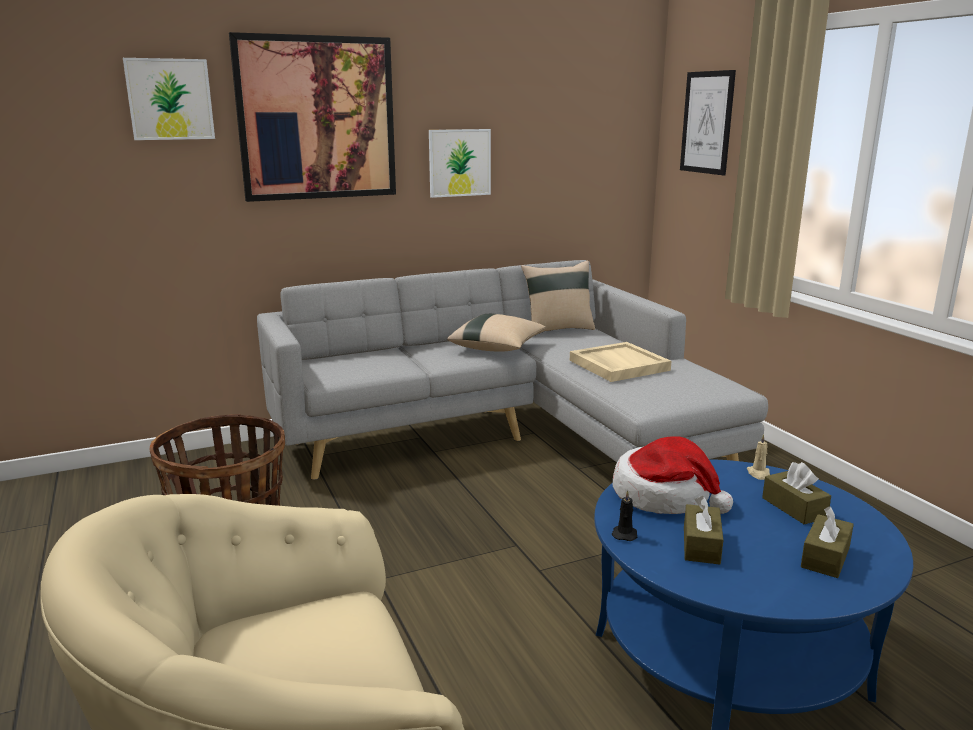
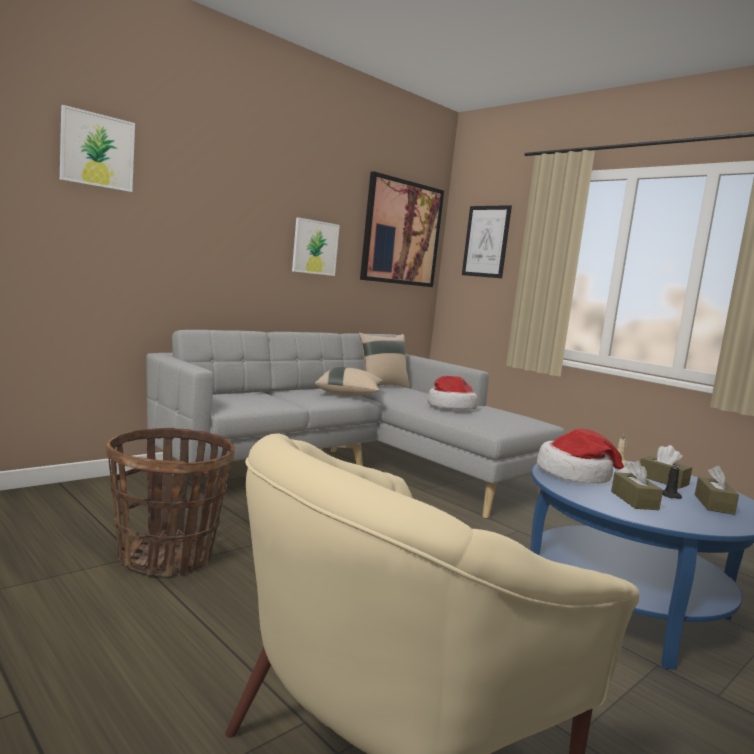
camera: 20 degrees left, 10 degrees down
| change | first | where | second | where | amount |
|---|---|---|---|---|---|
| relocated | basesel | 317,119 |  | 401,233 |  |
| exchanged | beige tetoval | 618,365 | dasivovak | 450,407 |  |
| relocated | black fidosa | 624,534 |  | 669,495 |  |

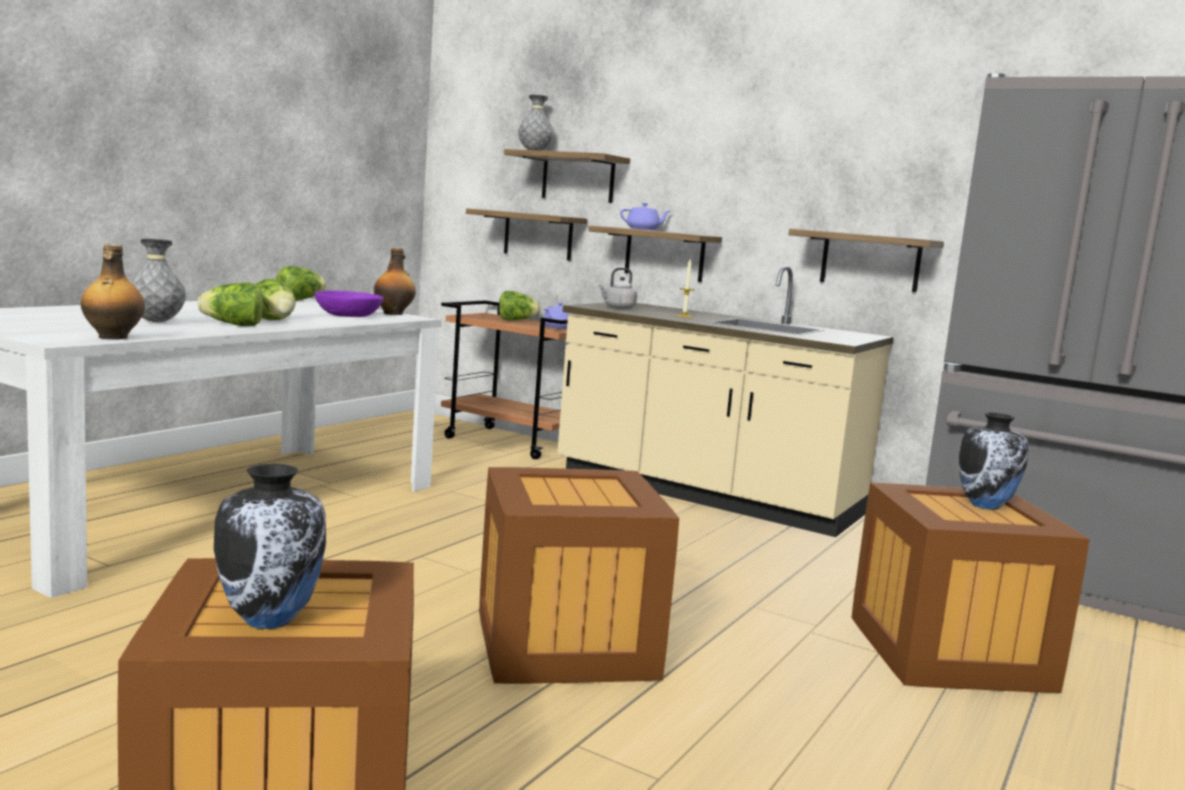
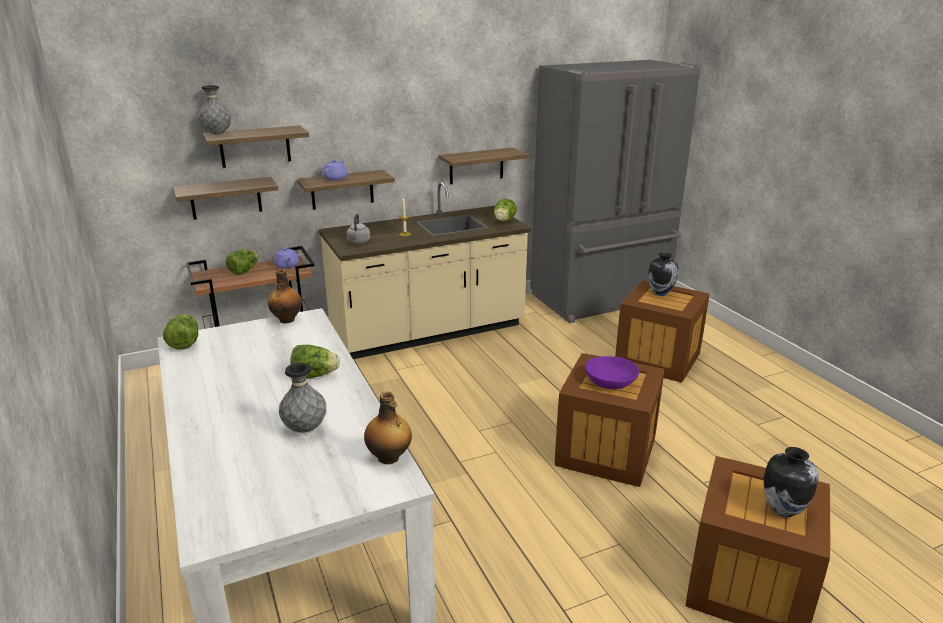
camera: 55 degrees left, 15 degrees up
| change | first | where | second | where | amount |
|---|---|---|---|---|---|
| relocated | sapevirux | 233,325 |  | 504,221 |  |
| relocated | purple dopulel | 348,316 |  | 610,382 |  |

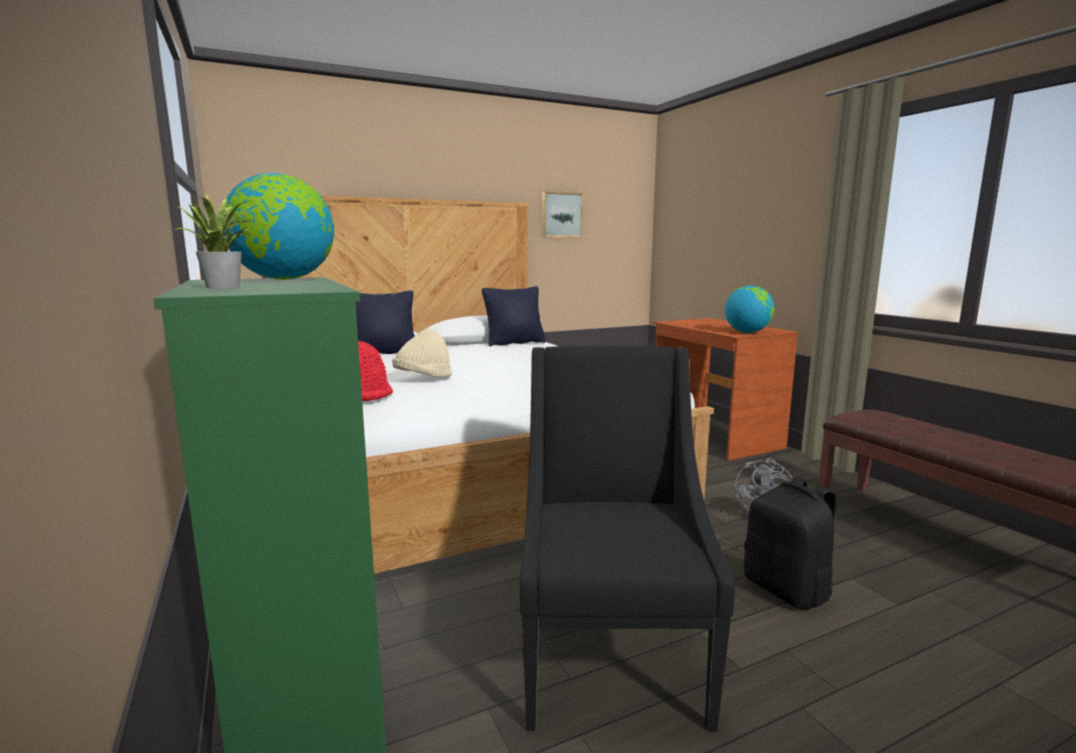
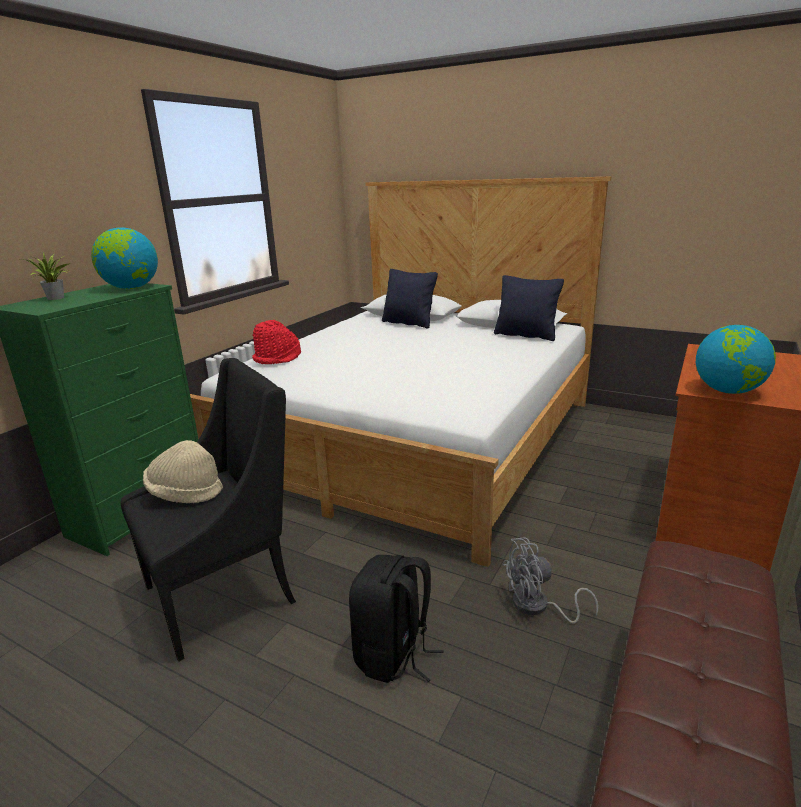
camera: 55 degrees right, 10 degrees up
| change | first | where | second | where | amount |
|---|---|---|---|---|---|
| relocated | beige dasivovak | 423,378 |  | 185,493 |  |
| missing | basesel | 561,215 |  |  |  |

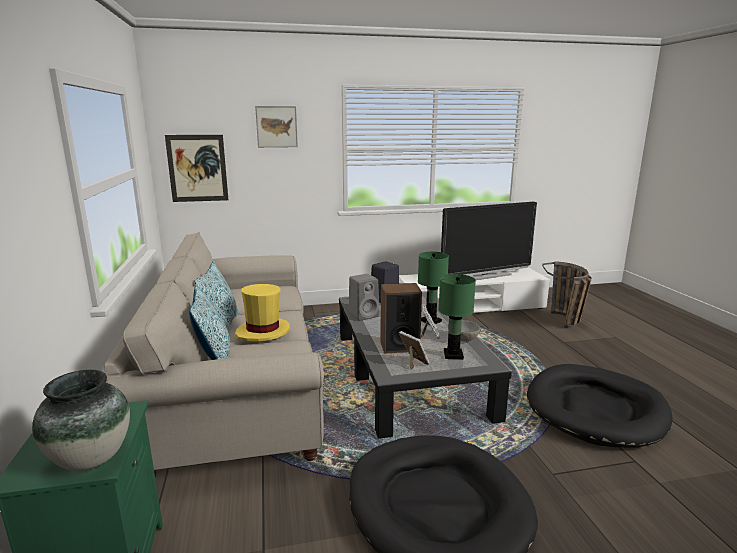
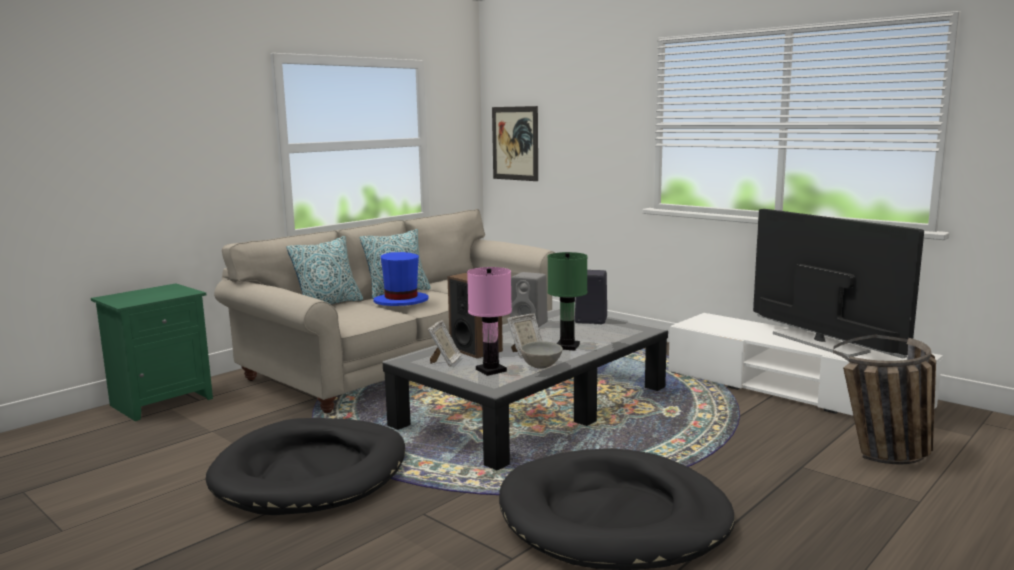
camera: 55 degrees right, 5 degrees down
| change | first | where | second | where | amount |
|---|---|---|---|---|---|
| colour | yellow dasivovak | 263,332 | blue dasivovak | 400,301 |  |
| colour | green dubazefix | 453,355 | pink dubazefix | 491,370 |  |
| spun | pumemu | 484,275 |  | 819,342 | 150 degrees counterclockwise |
| missing | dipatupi | 90,459 |  |  |  |
| missing | basesel | 276,126 |  |  |  |

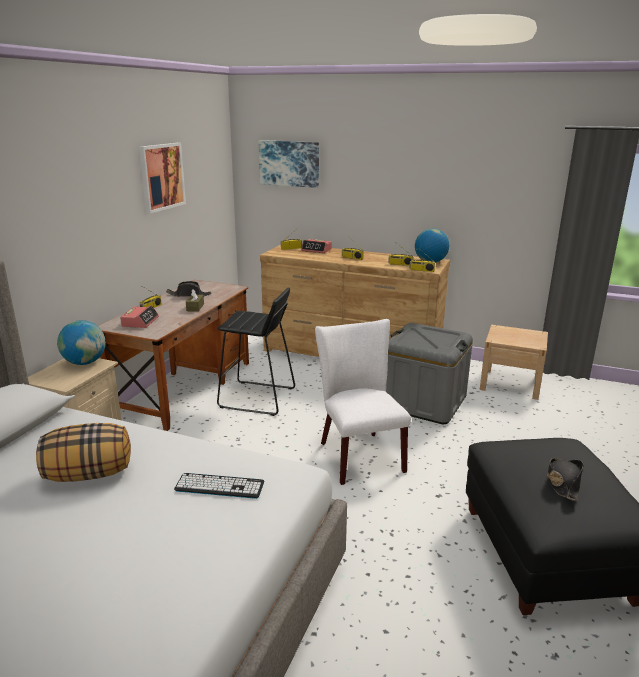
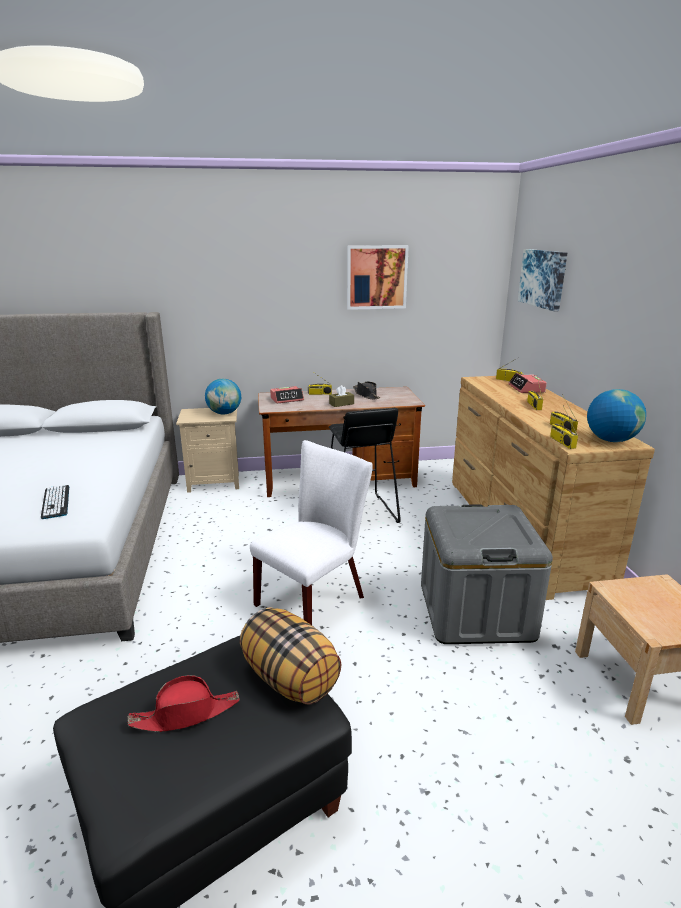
camera: 60 degrees right, 0 degrees up
| change | first | where | second | where | amount |
|---|---|---|---|---|---|
| colour | black dasivovak | 562,482 | red dasivovak | 186,714 |  |
| relocated | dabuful | 89,474 |  | 291,678 |  |

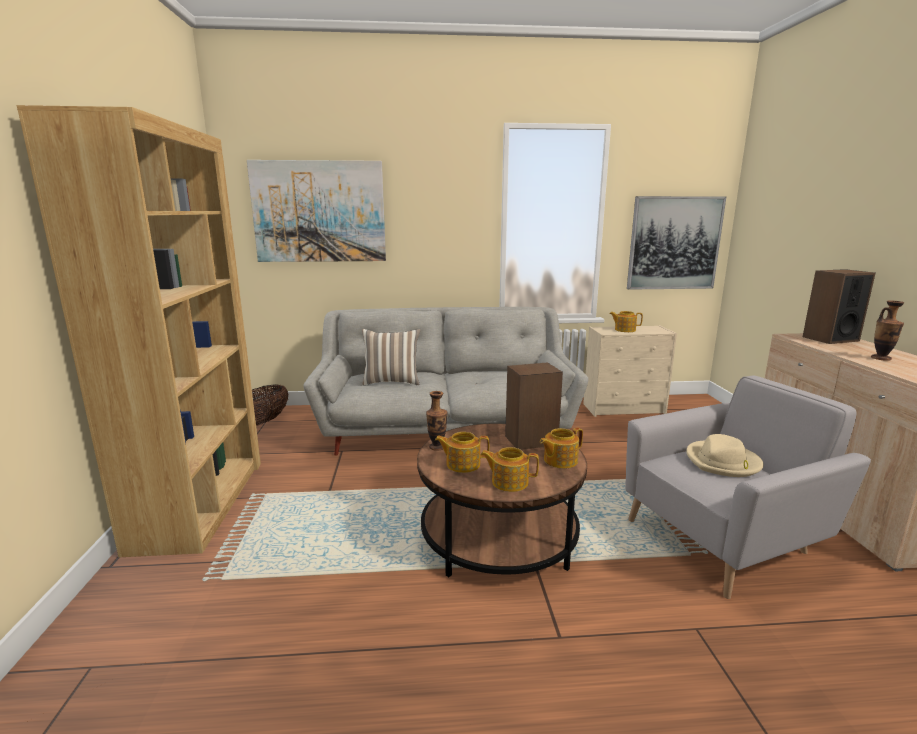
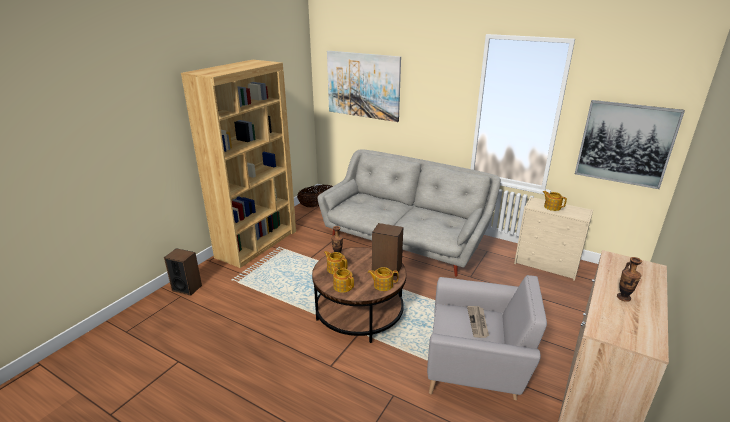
camera: 35 degrees right, 10 degrees up
| change | first | where | second | where | amount |
|---|---|---|---|---|---|
| relocated | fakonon | 830,339 |  | 187,288 |  |
| exchanged | beige dasivovak | 723,462 | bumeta | 478,322 |  |
| missing | dabuful | 392,381 |  |  |  |

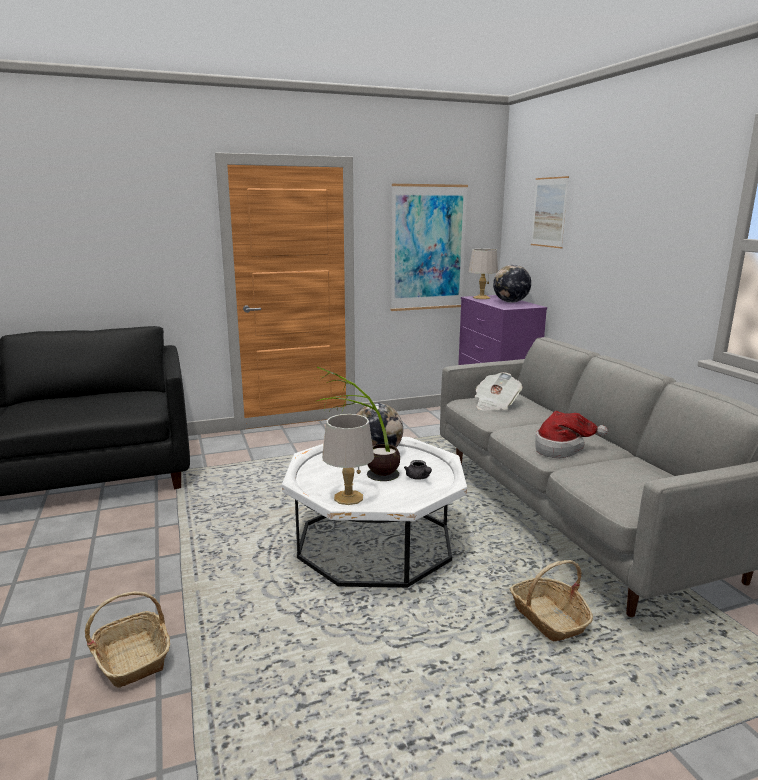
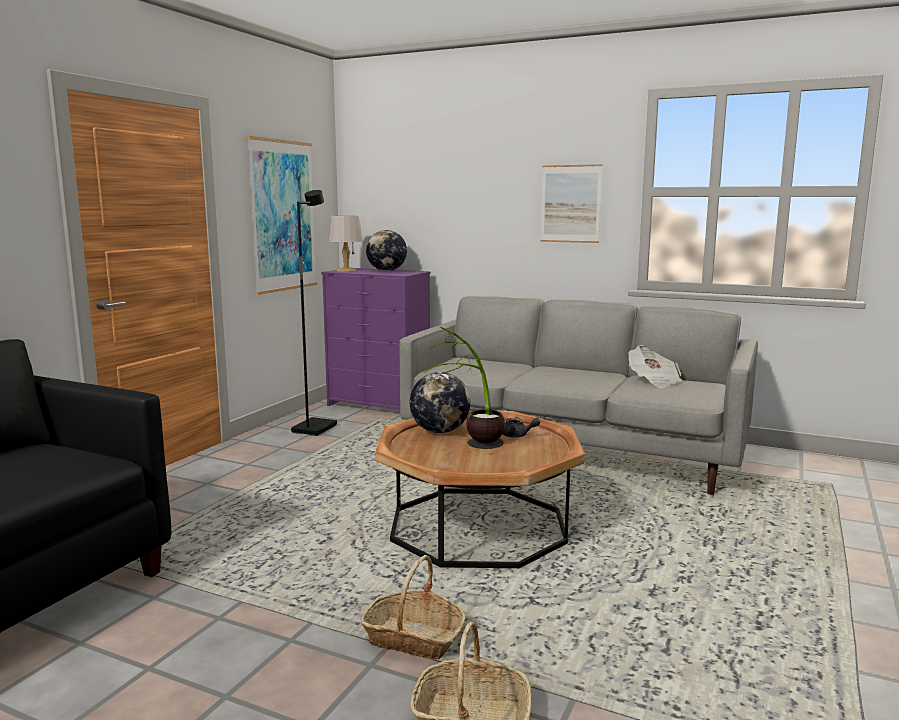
camera: 45 degrees left, 5 degrees down
| change | first | where | second | where | amount |
|---|---|---|---|---|---|
| appeared |  |  | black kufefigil | 314,428 |  |
| relocated | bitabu | 549,618 |  | 414,638 |  |
| colour | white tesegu | 375,542 | brown tesegu | 478,526 |  |
| relocated | basesel | 549,212 |  | 570,204 |  |
| relocated | bumeta | 495,404 |  | 653,381 |  |
| missing | grey dubazefix | 348,497 |  |  |  |
| missing | dasivovak | 561,449 |  |  |  |

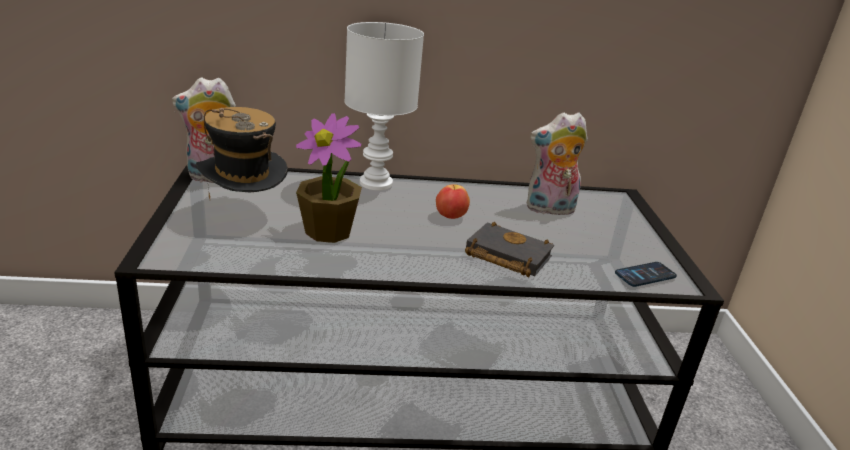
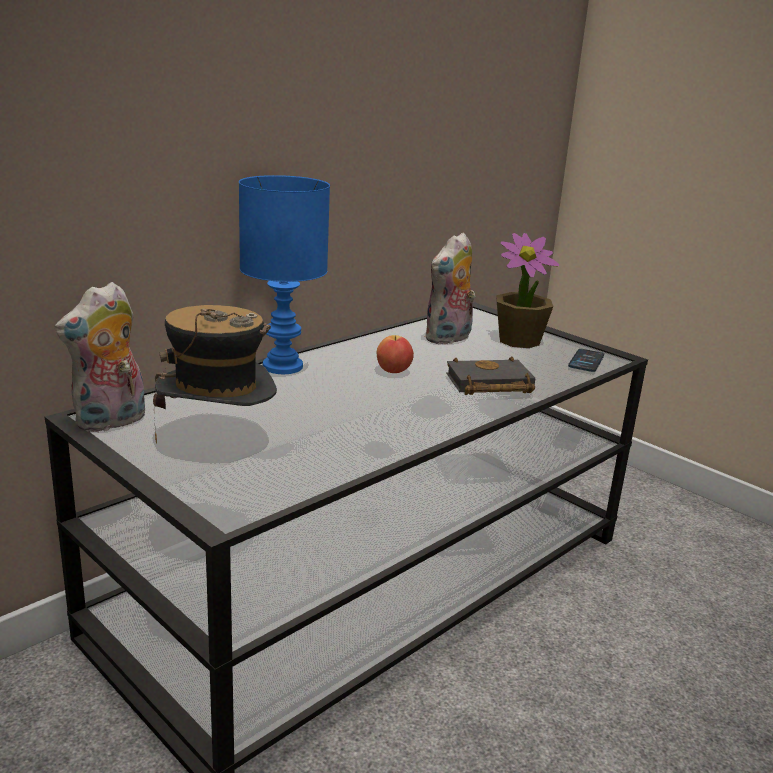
camera: 40 degrees left, 5 degrees down
| change | first | where | second | where | amount |
|---|---|---|---|---|---|
| colour | white dubazefix | 374,183 | blue dubazefix | 281,367 |  |
| relocated | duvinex | 329,231 |  | 519,340 |  |

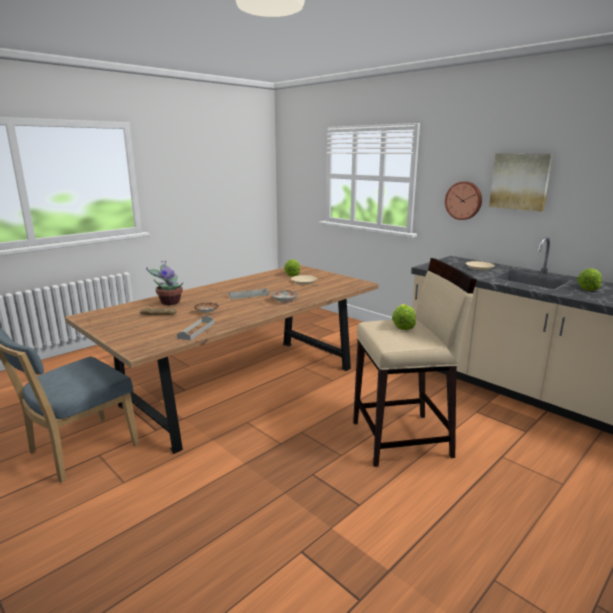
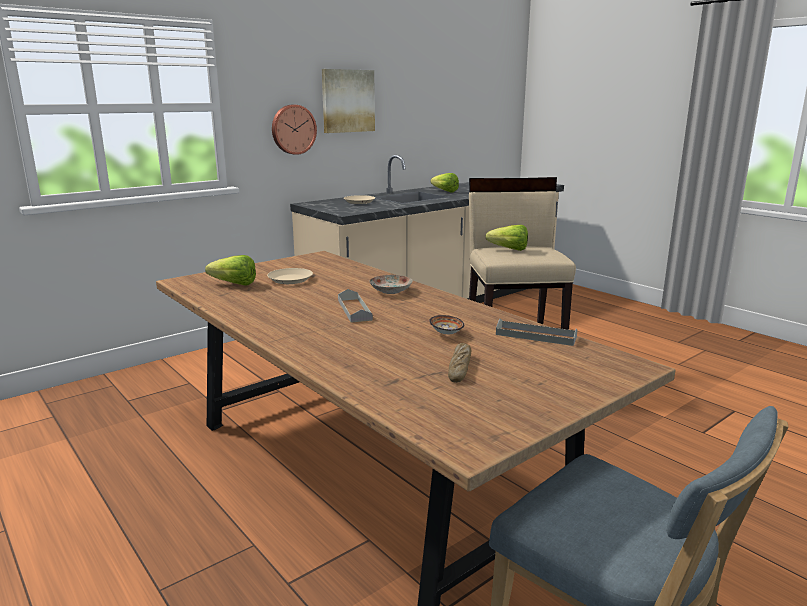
camera: 85 degrees left, 0 degrees up
| change | first | where | second | where | amount |
|---|---|---|---|---|---|
| missing | duvinex | 169,302 |  |  |  |

